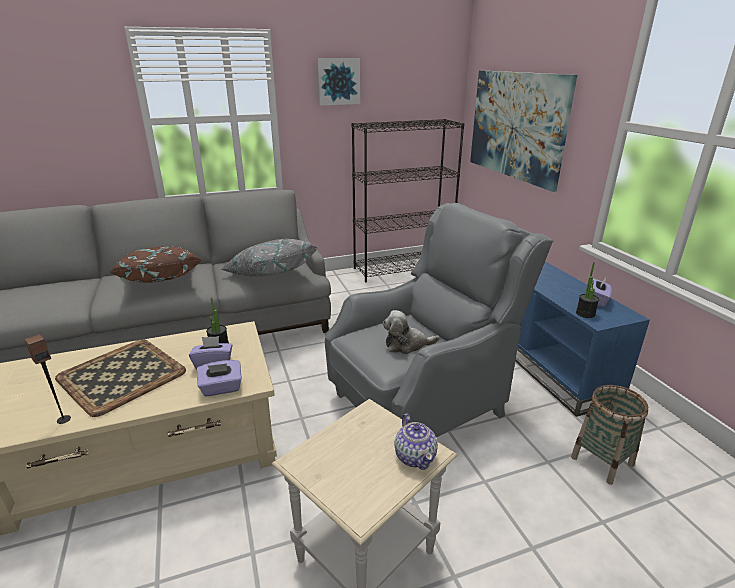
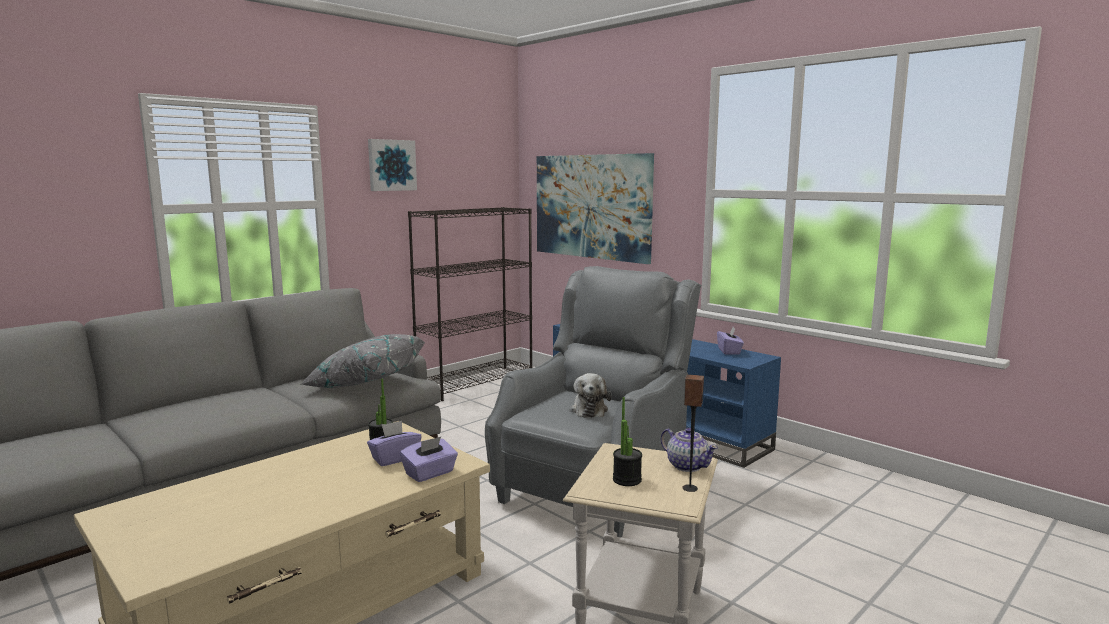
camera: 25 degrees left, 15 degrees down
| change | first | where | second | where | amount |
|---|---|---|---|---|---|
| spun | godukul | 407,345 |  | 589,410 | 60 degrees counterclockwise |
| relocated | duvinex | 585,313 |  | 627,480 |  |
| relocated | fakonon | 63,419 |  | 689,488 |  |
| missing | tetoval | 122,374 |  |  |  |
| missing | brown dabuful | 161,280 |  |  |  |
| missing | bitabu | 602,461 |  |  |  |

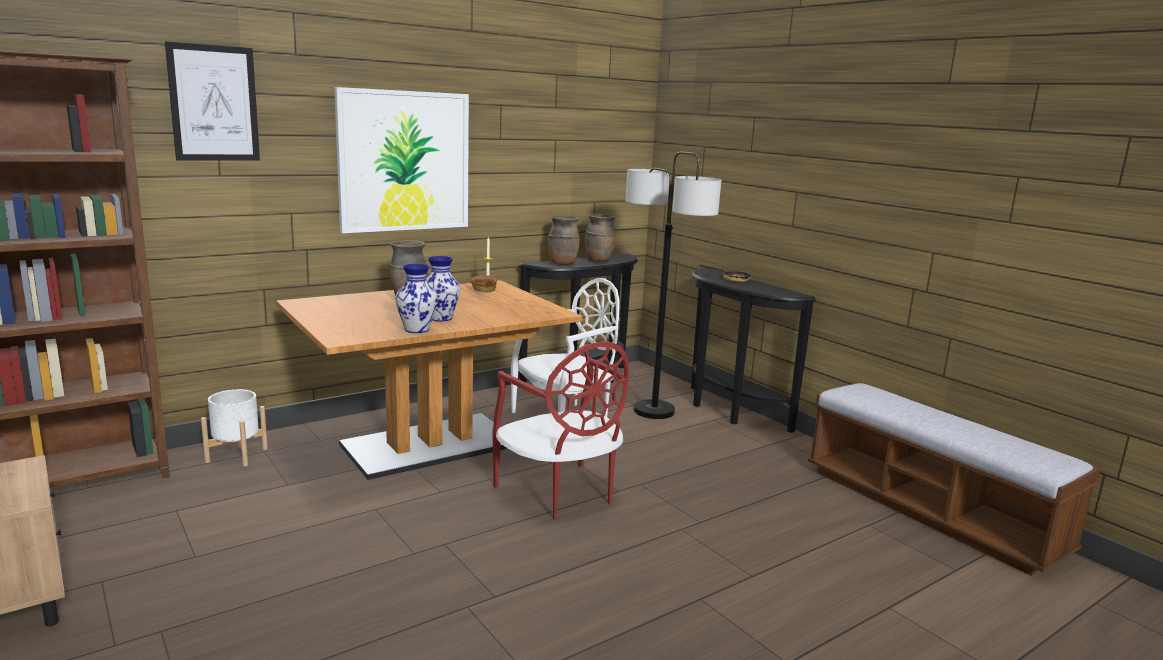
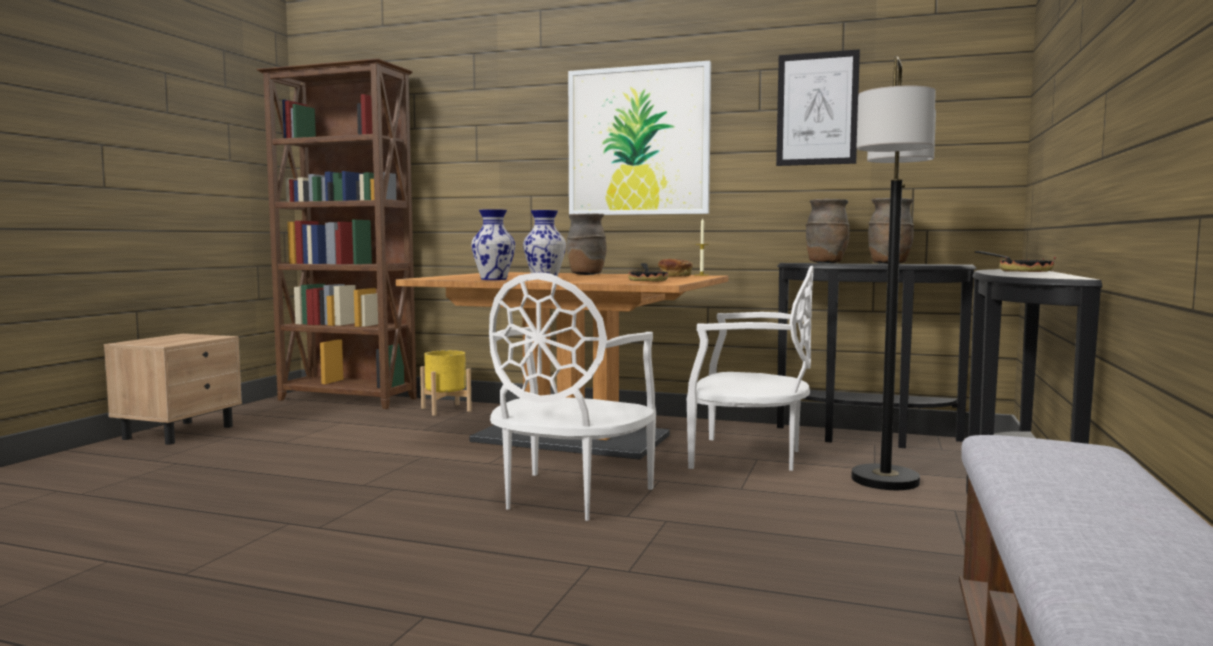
camera: 55 degrees right, 10 degrees down
| change | first | where | second | where | amount |
|---|---|---|---|---|---|
| colour | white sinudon | 237,455 | yellow sinudon | 446,409 |  |
| colour | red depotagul | 560,493 | white depotagul | 568,497 |  |
| appeared |  |  | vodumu | 648,281 |  |
| relocated | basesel | 214,103 |  | 817,109 |  |

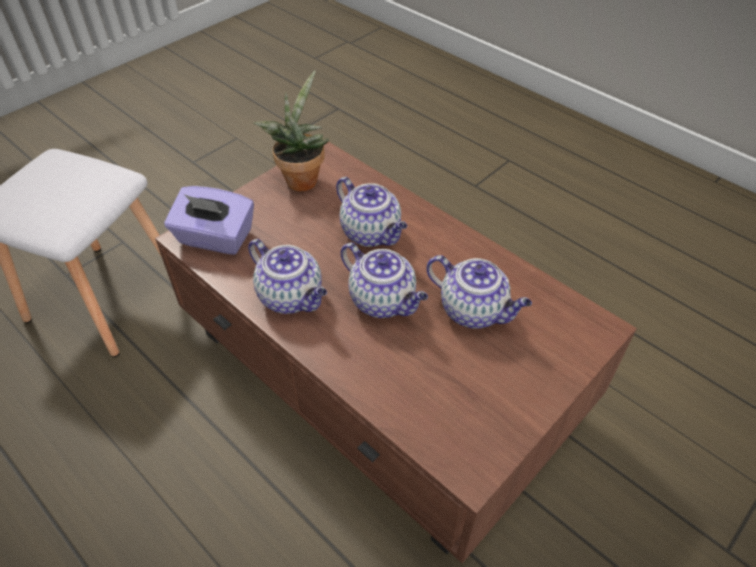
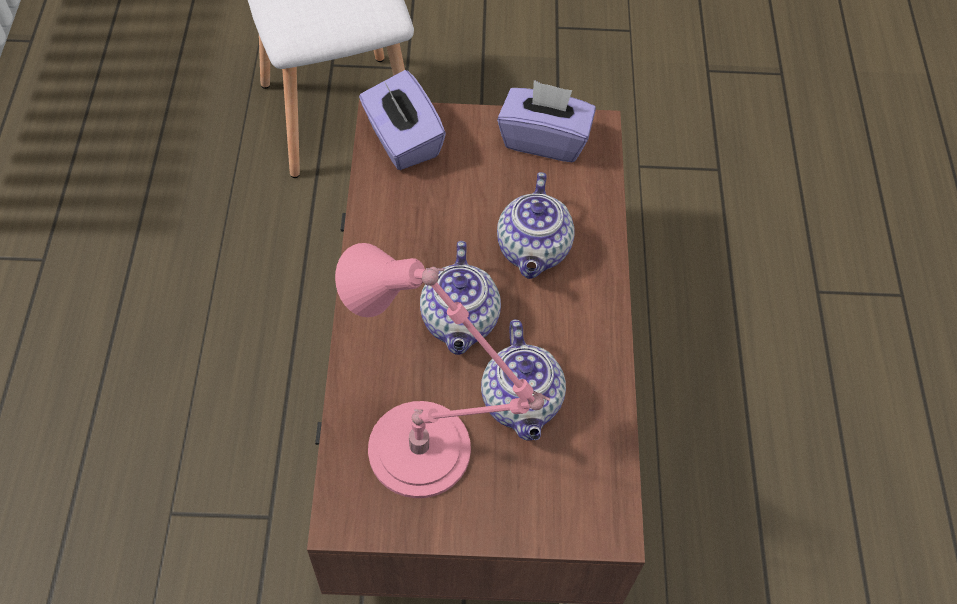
camera: 45 degrees right, 10 degrees up
| change | first | where | second | where | amount |
|---|---|---|---|---|---|
| appeared |  |  | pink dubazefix | 427,454 |  |
| exchanged | duvinex | 301,178 | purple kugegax | 544,139 |  |
| missing | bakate | 292,297 |  |  |  |

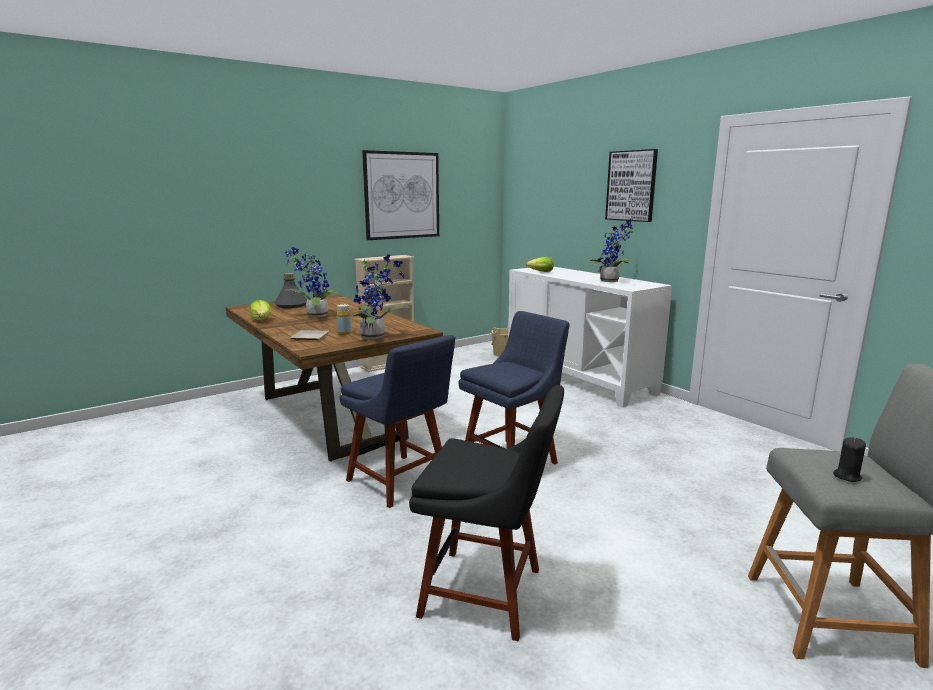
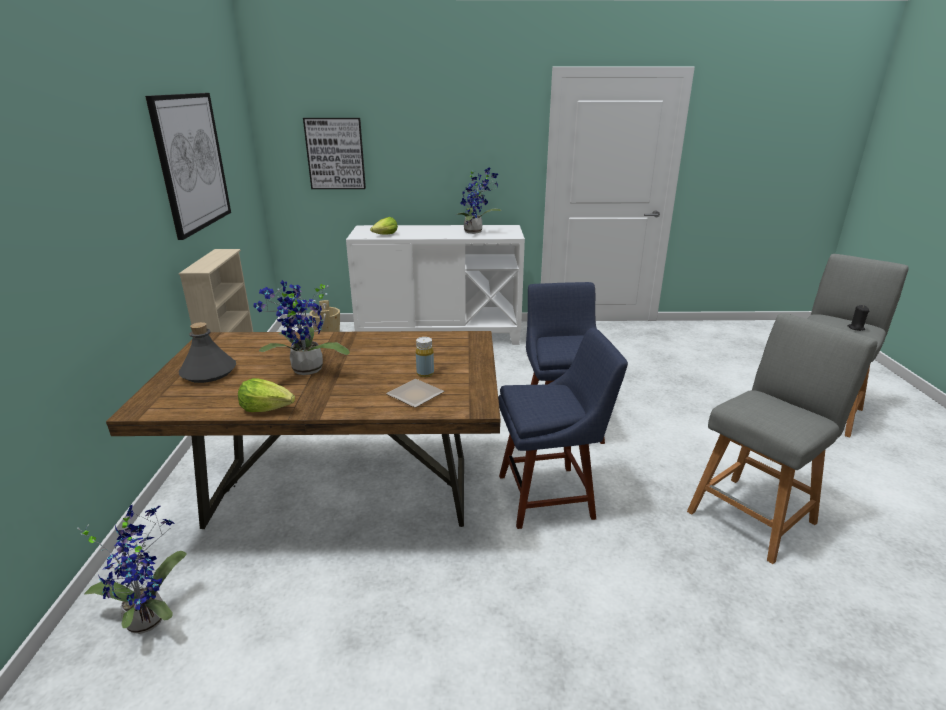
camera: 55 degrees left, 10 degrees up
| change | first | where | second | where | amount |
|---|---|---|---|---|---|
| relocated | duvinex | 376,336 |  | 149,616 |  |
| relocated | basesel | 631,186 |  | 335,154 |  |
| exchanged | black depotagul | 488,593 | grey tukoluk | 754,514 |  |

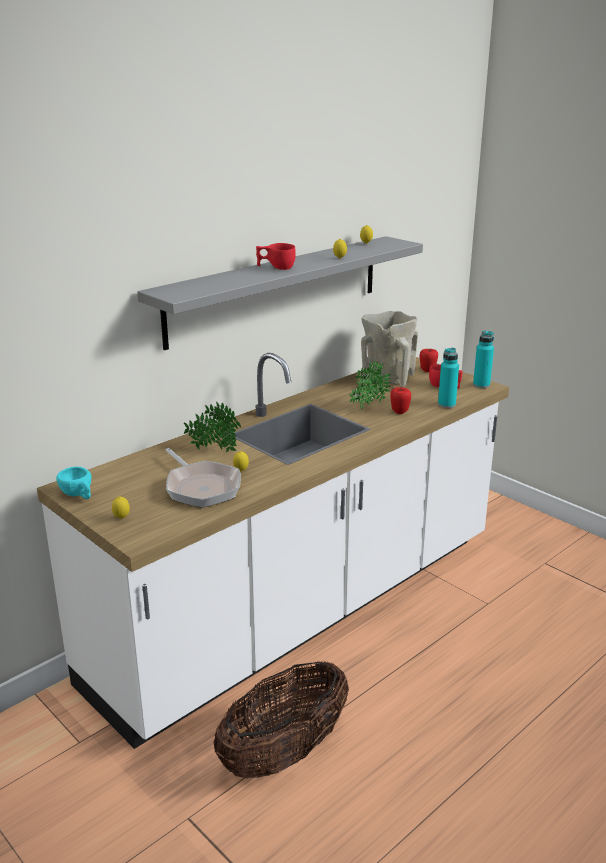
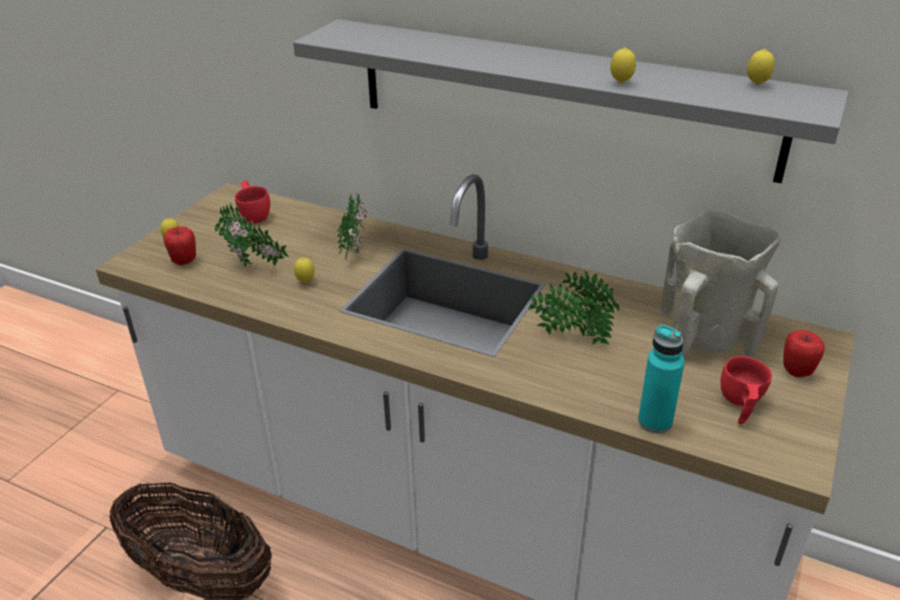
camera: 70 degrees right, 10 degrees up
| change | first | where | second | where | amount |
|---|---|---|---|---|---|
| relocated | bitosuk | 399,411 |  | 184,261 |  |
| exchanged | vodumu | 201,487 | duvinex | 255,267 |  |
| relocated | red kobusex | 276,267 |  | 255,214 |  |
| missing | turquoise kobusex | 78,495 |  |  |  |
| missing | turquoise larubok | 481,385 |  |  |  |

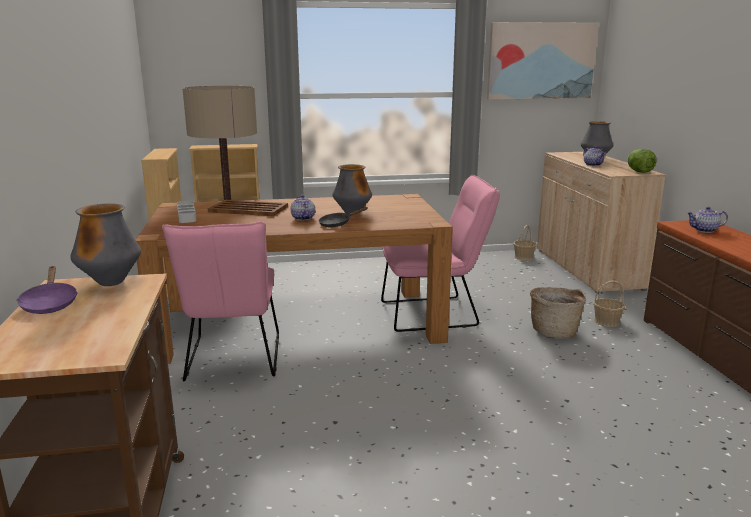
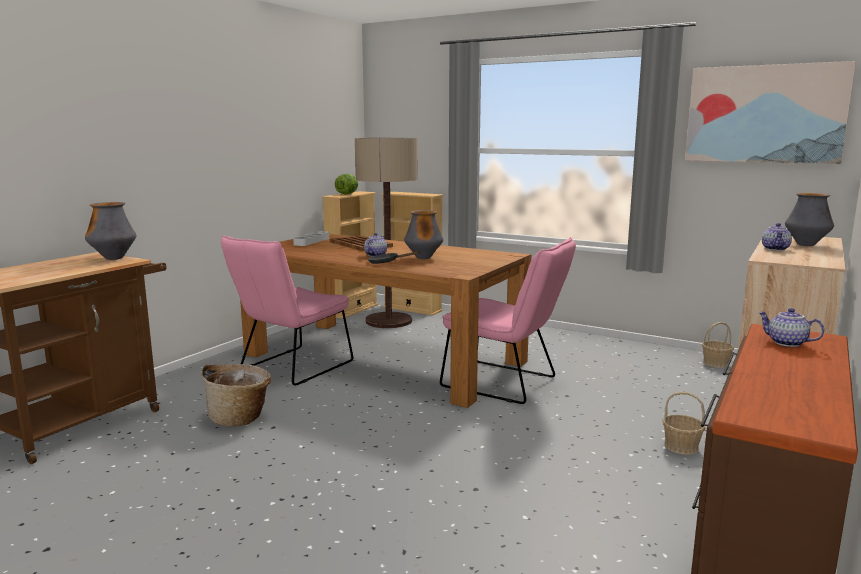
camera: 40 degrees right, 5 degrees down
| change | first | where | second | where | amount |
|---|---|---|---|---|---|
| relocated | bitabu | 554,331 |  | 240,418 |  |
| relocated | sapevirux | 639,172 |  | 347,194 |  |
| missing | purple vodumu | 49,303 |  |  |  |

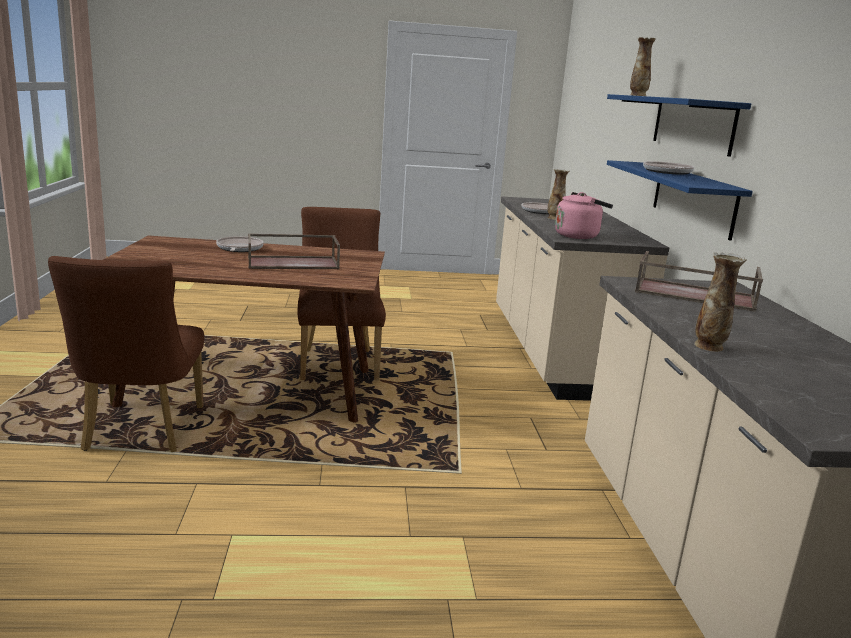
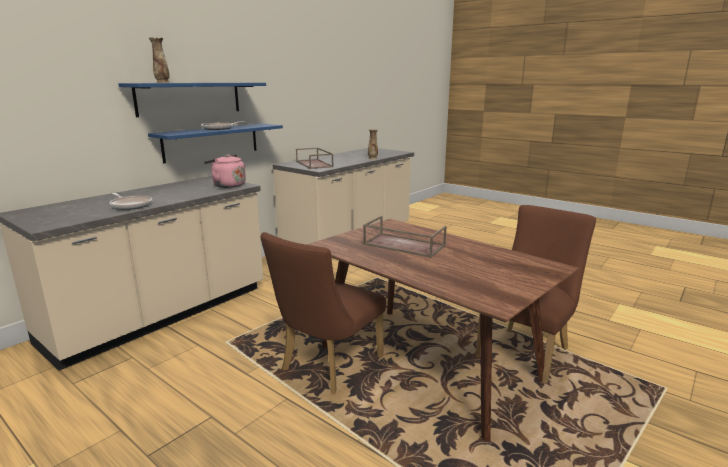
camera: 135 degrees left, 0 degrees up
| change | first | where | second | where | amount |
|---|---|---|---|---|---|
| missing | vodumu | 239,249 |  |  |  |
| missing | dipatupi | 555,218 |  |  |  |

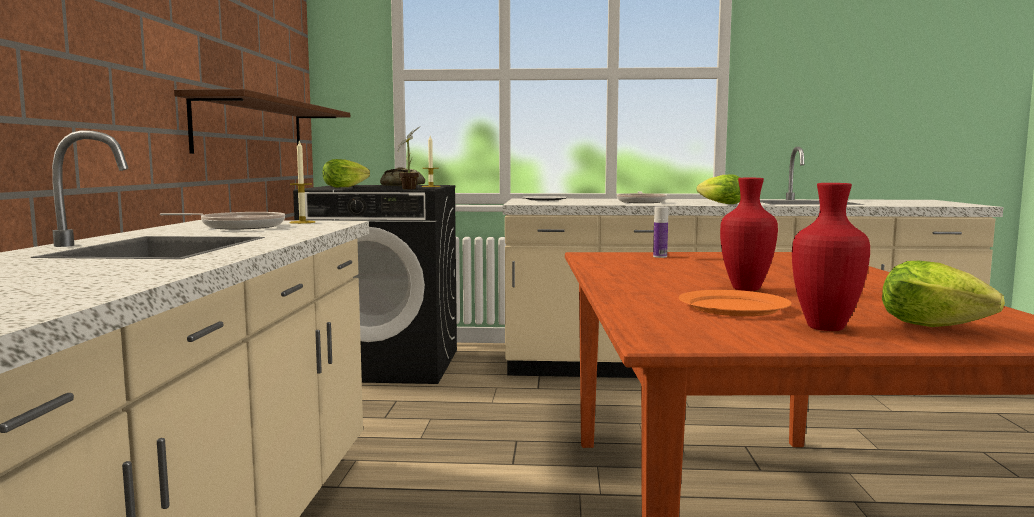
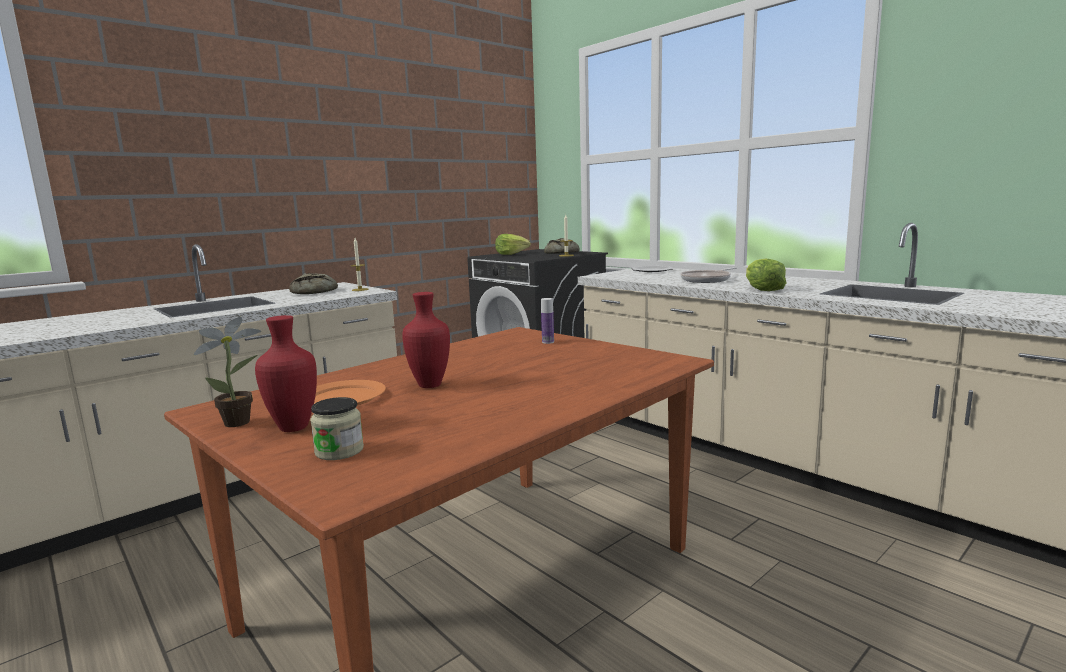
camera: 45 degrees right, 5 degrees up
| change | first | where | second | where | amount |
|---|---|---|---|---|---|
| relocated | duvinex | 410,188 |  | 242,422 |  |
| exchanged | vodumu | 238,227 | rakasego | 316,291 |  |
| exchanged | sapevirux | 939,327 | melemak | 339,451 |  |
| missing | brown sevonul | 252,129 |  |  |  |

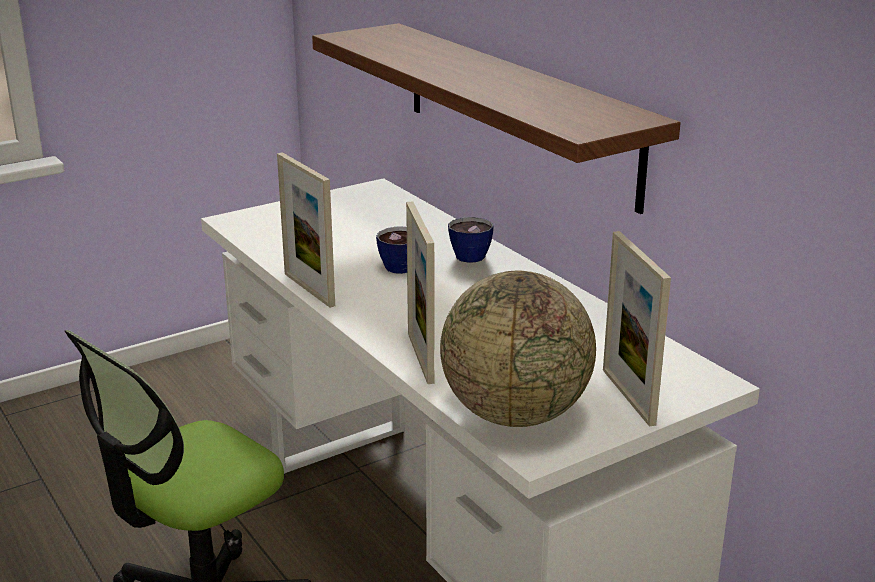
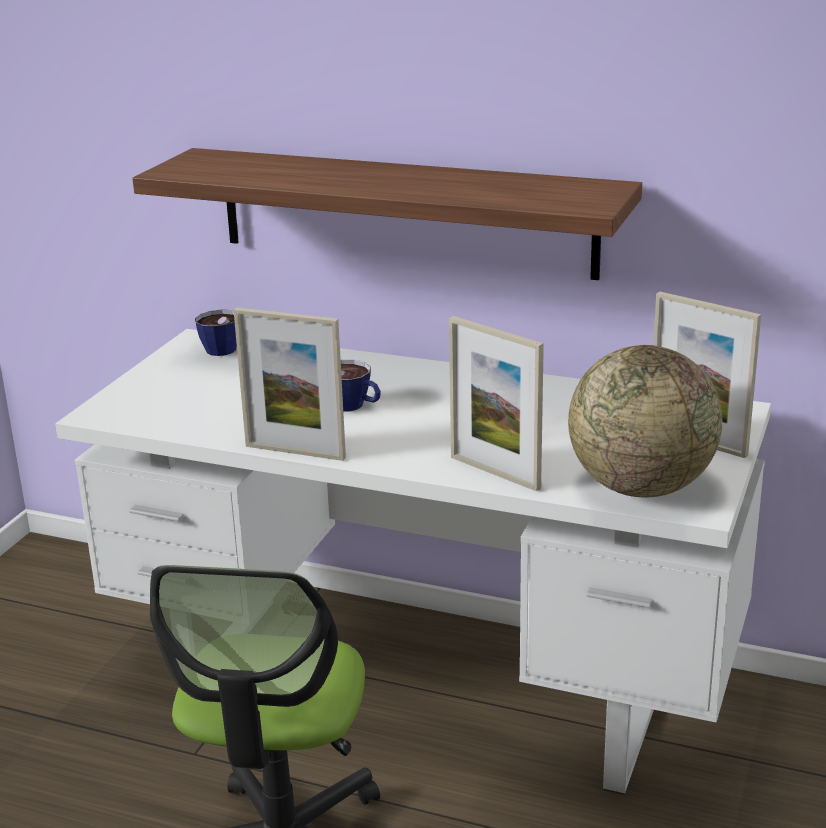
camera: 35 degrees left, 0 degrees up
| change | first | where | second | where | amount |
|---|---|---|---|---|---|
| relocated | kobusex | 469,254 |  | 216,348 |  |

